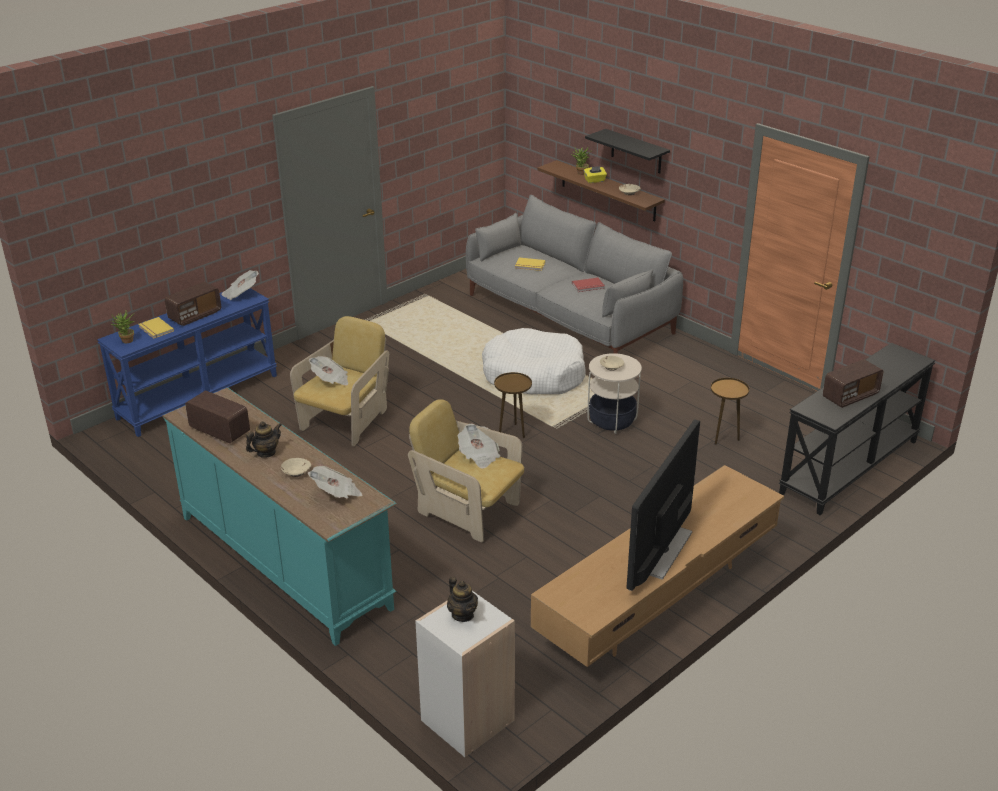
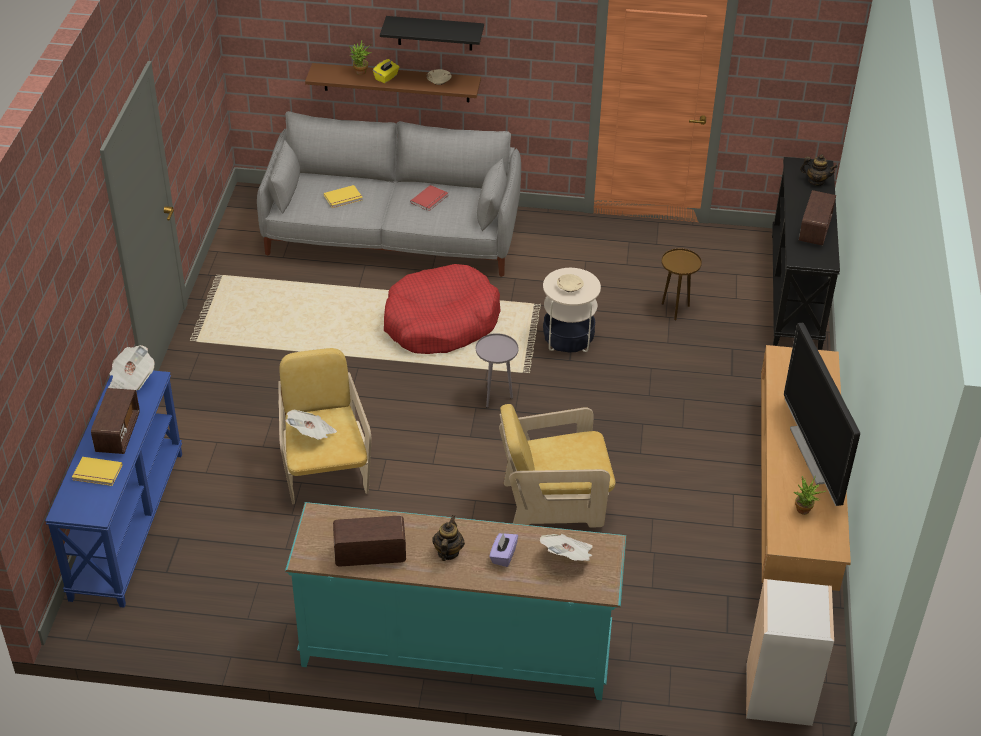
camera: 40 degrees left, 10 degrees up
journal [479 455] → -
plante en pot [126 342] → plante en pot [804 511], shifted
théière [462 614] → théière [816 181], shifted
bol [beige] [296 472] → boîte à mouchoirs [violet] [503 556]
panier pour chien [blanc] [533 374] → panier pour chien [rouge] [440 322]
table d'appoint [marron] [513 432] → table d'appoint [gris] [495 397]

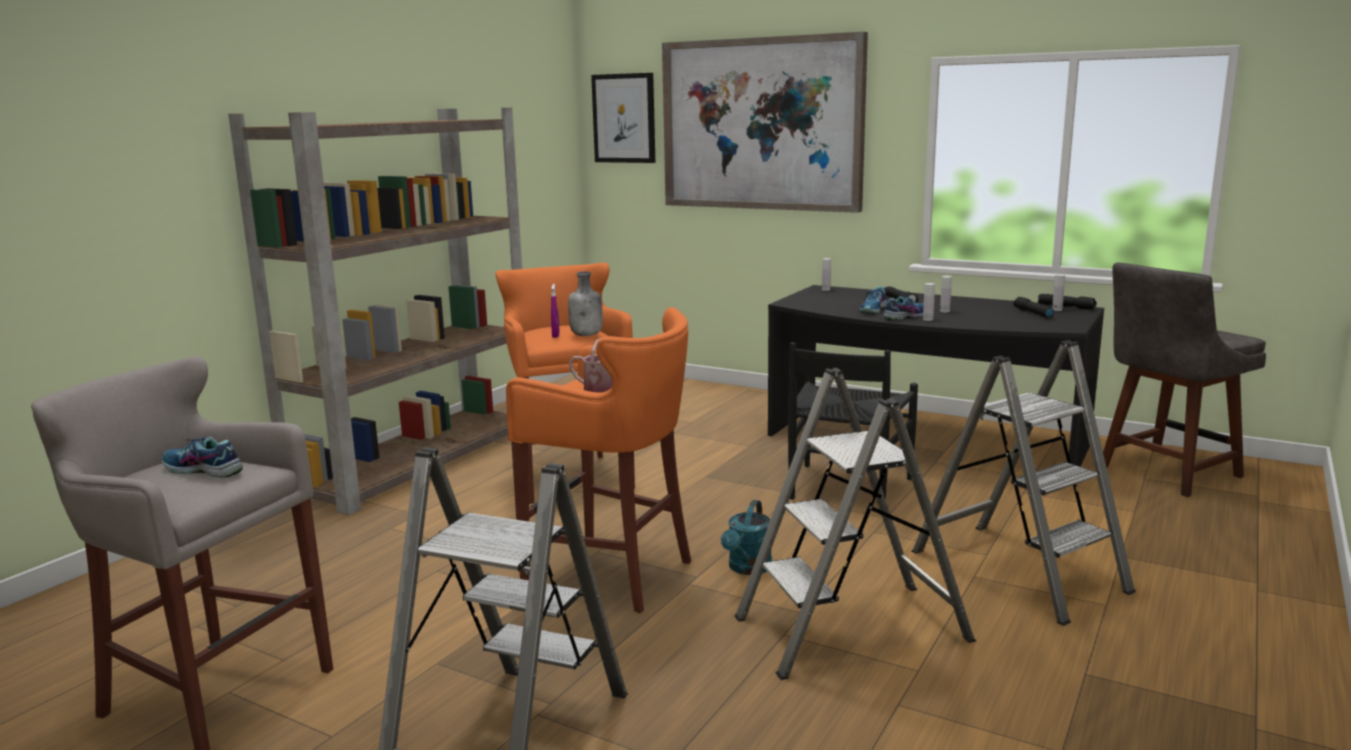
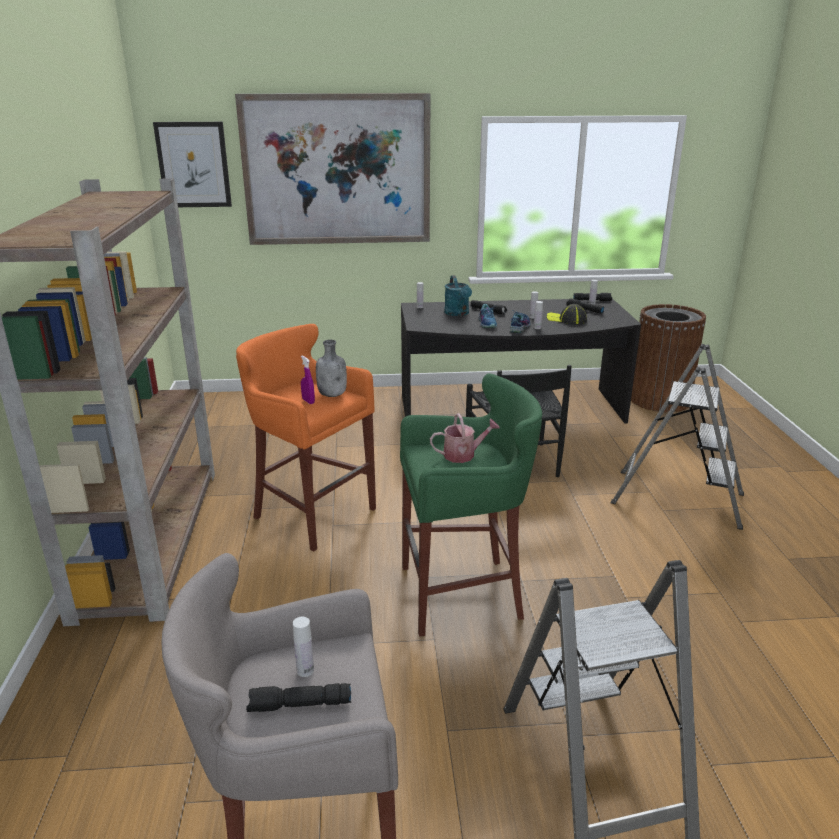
camera: 35 degrees left, 10 degrees up
escabeau [gris] [854 628] → -
- → lampe de poche [noir] [299 705]
- → casquette [566 320]
arrosoir [turquoise] [747 569] → arrosoir [turquoise] [458 313], shifted
chaussure [202 470] → bouteille [blanc] [305 670]
tabouret [gris] [1166 472] → poubelle [marron] [659 400]
tabouret [orange] [614 575] → tabouret [vert] [464 593]

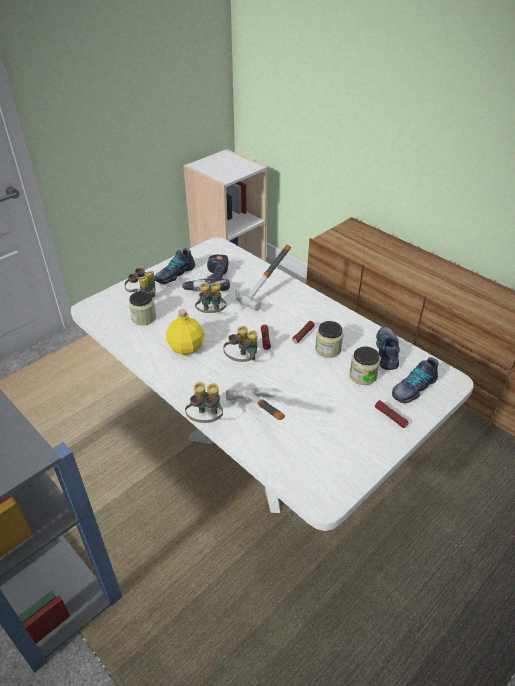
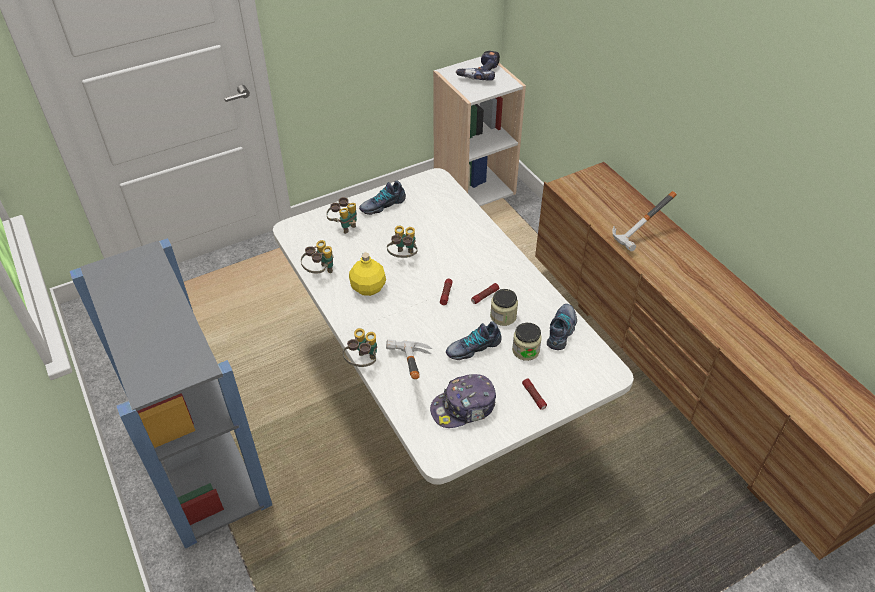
camera: 15 degrees right, 5 degrees up
bocal [144 318] → -
- → casquette [464 407]
perceuse [208 281] → perceuse [479 72], shifted
jumelles [242 361] → jumelles [320 272], shifted
marteau [267 298] → marteau [642 239], shifted
chaussure [413 388] → chaussure [473 347], shifted

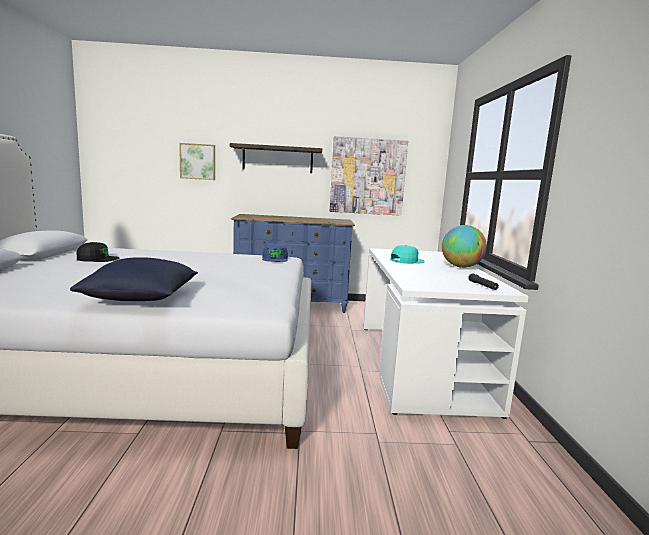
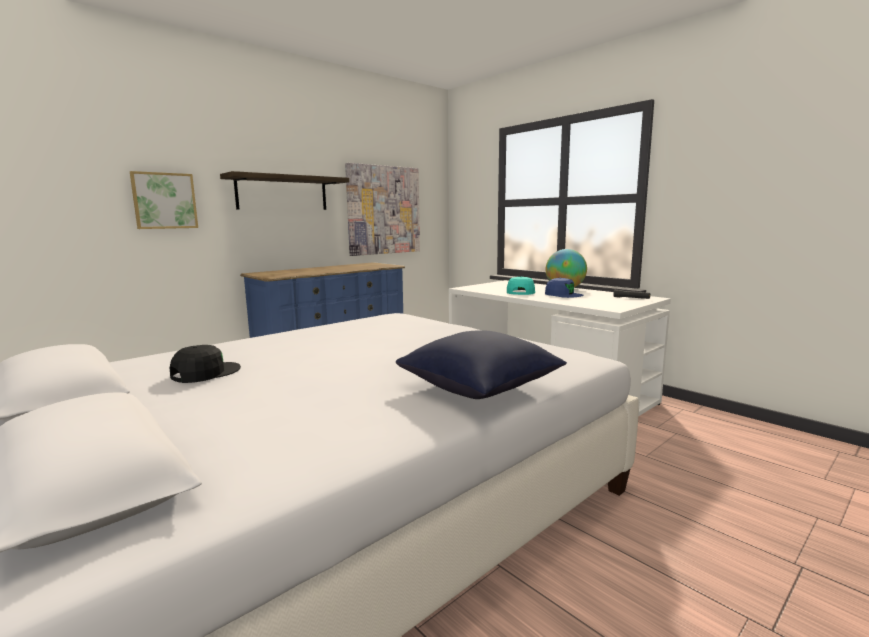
camera: 40 degrees left, 0 degrees up
casquette [bleu] [275 258] → casquette [bleu] [563 294], shifted

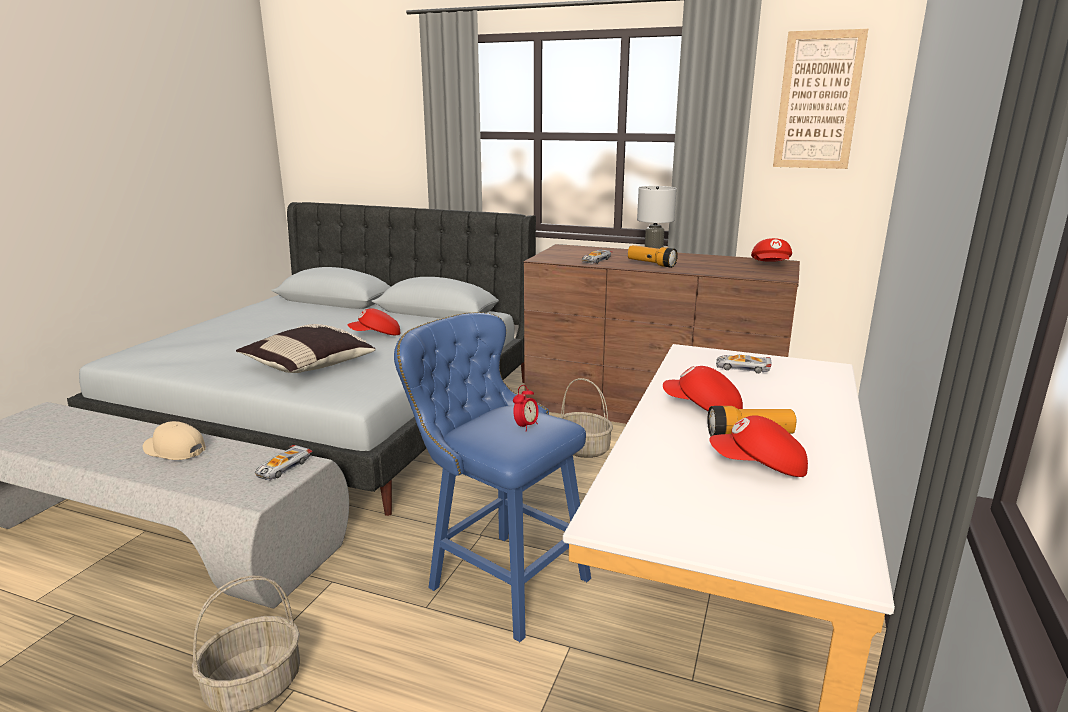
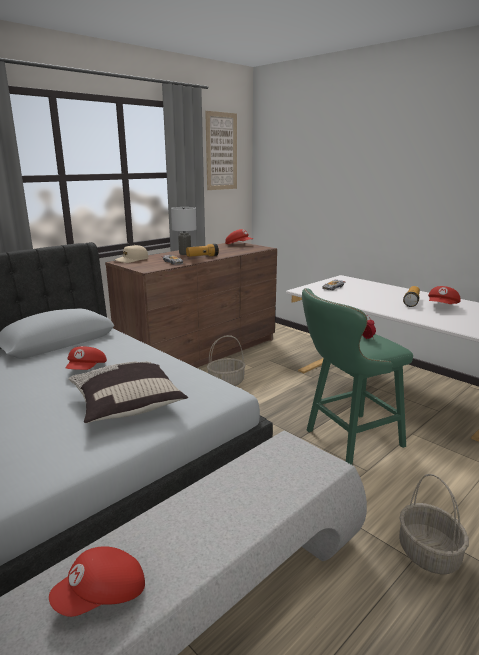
camera: 65 degrees left, 0 degrees up
petite voiture [283 467] → -
casquette [beige] [174 450] → casquette [beige] [132 260], shifted
casquette [rouge] [702 409] → casquette [rouge] [102 596], shifted
tabouret [bleu] [495 575] → tabouret [vert] [345 441]

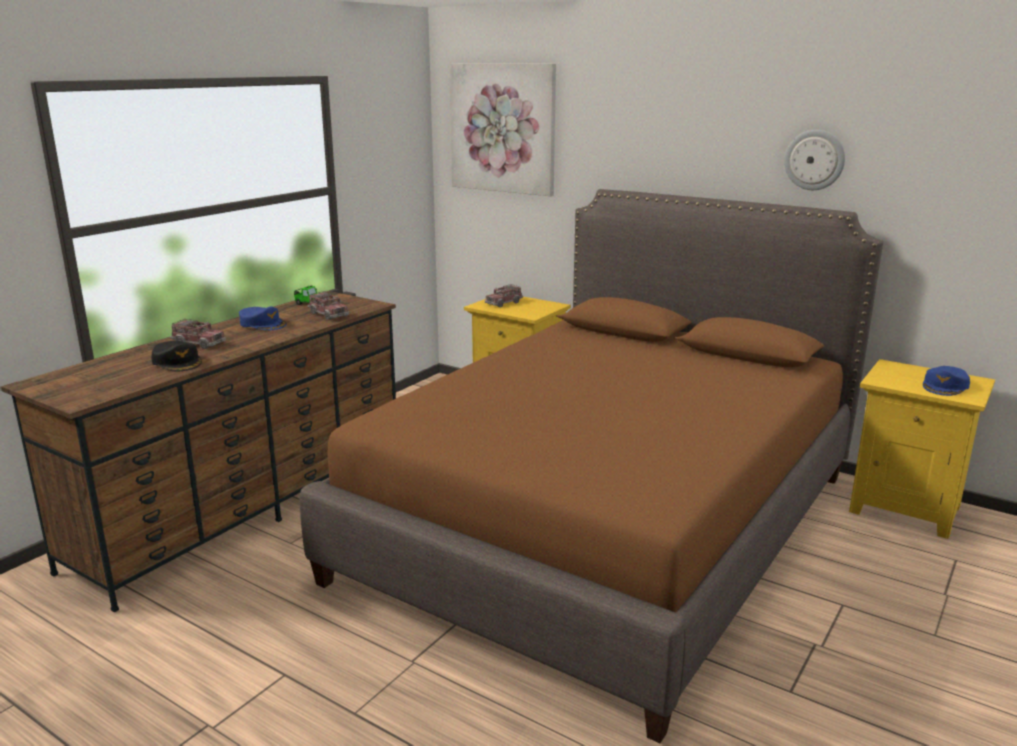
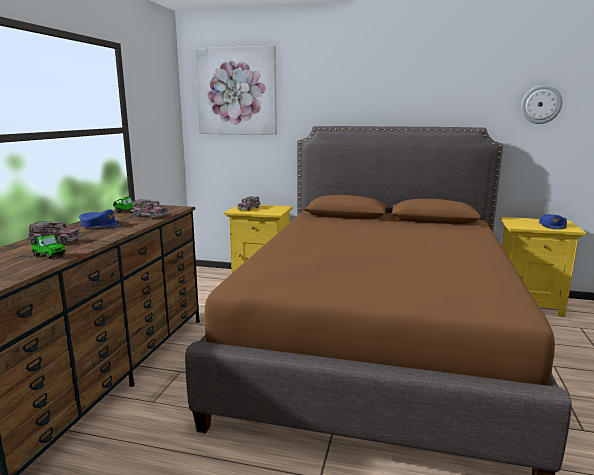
camera: 20 degrees left, 5 degrees down
horloge murale [814 160] → horloge murale [541 104], shifted
casquette [noir] [177 362] → petite voiture [48 255]

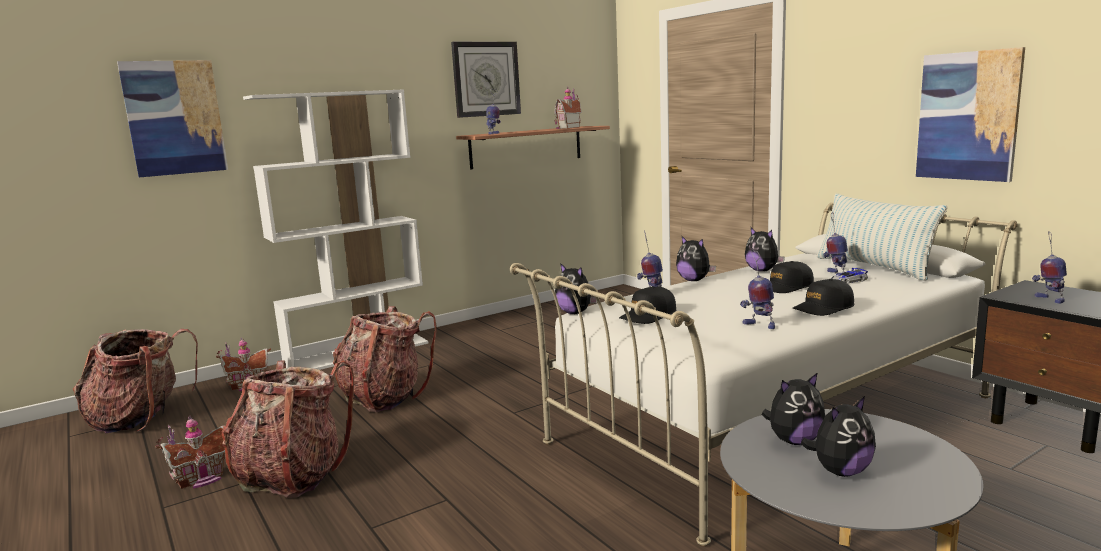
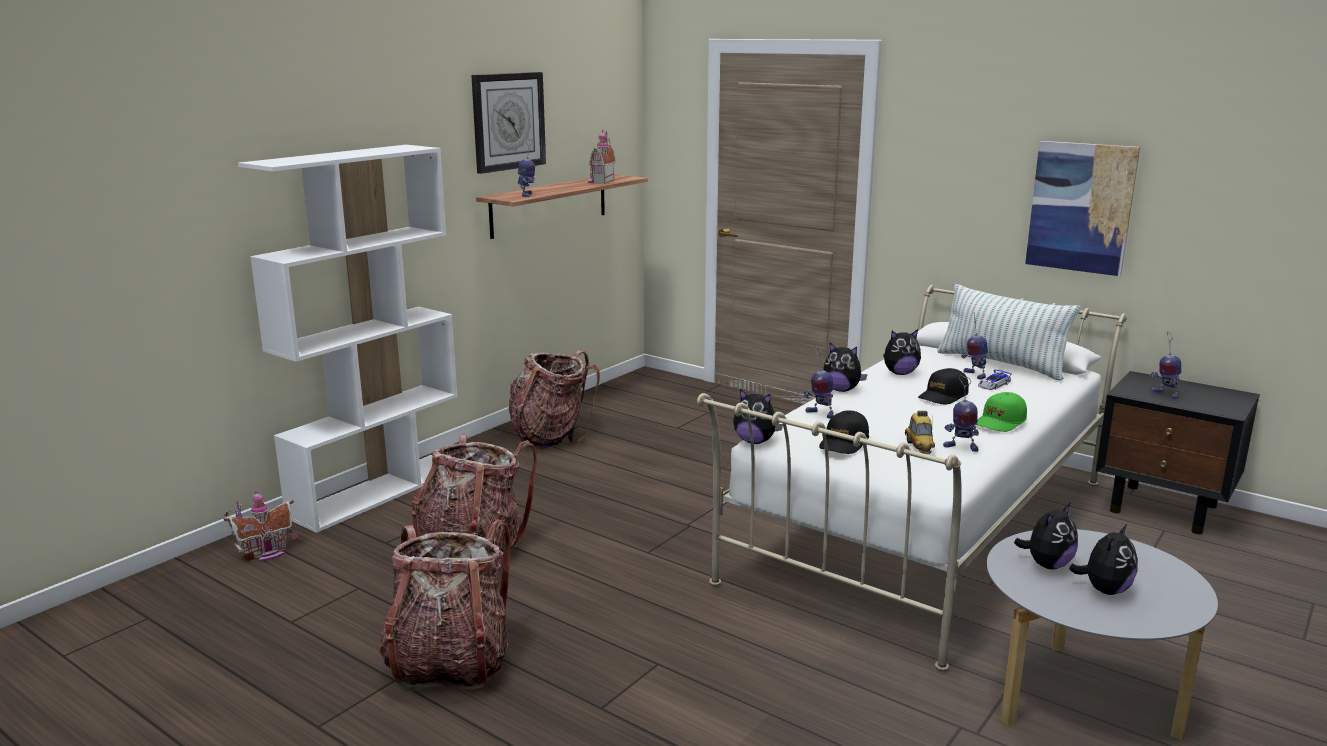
camera: 20 degrees left, 5 degrees up
tableau [174 118] → -
maison miniature [202 480] → -
- → petite voiture [919 447]
sac à dos [141 419] → sac à dos [550 436], shifted
casquette [noir] [823 308] → casquette [vert] [1000 422]
peluche [762 270] → peluche [900 373], 45 degrees counterclockwise

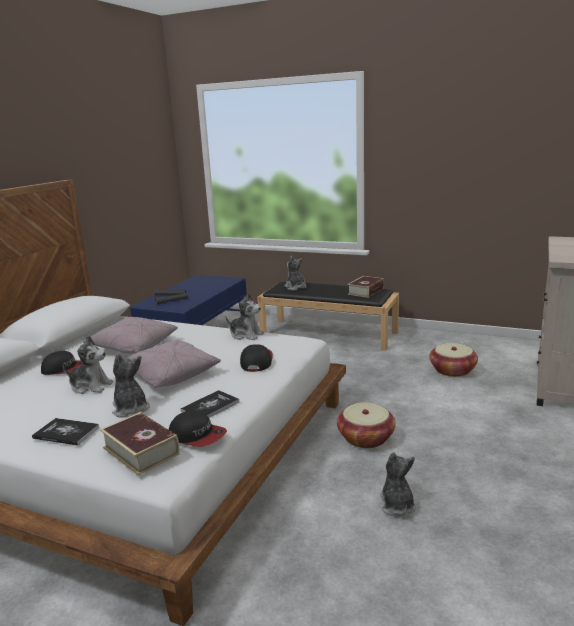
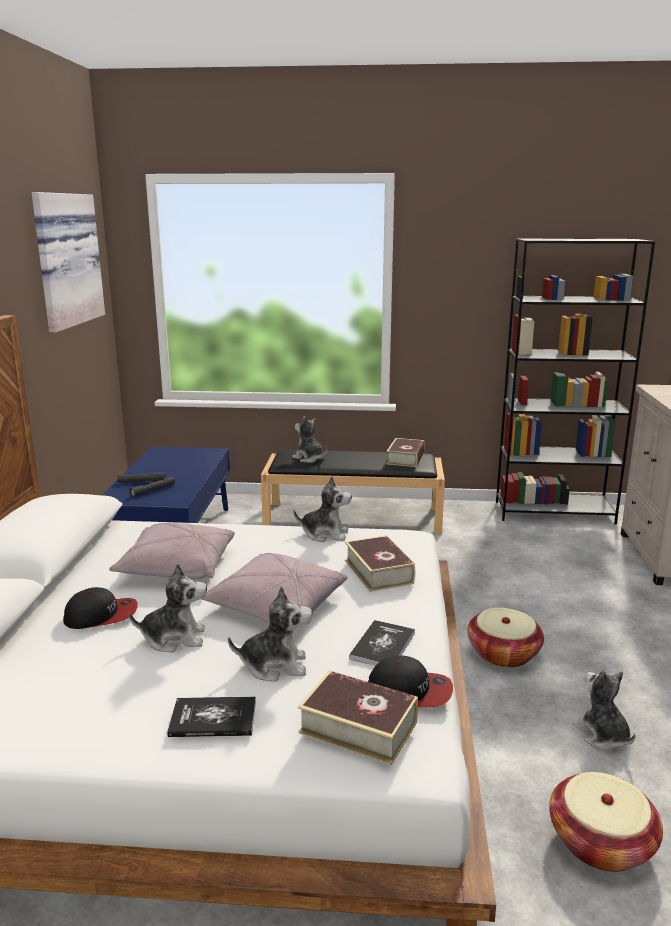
camera: 20 degrees left, 0 degrees up
- → tableau [64 260]
- → bibliothèque [gris] [554 512]
panier [452 370] → panier [600 842], shifted
casquette [256 361] → livre [378 571]
peluche [130 409] → peluche [274 666], 135 degrees clockwise

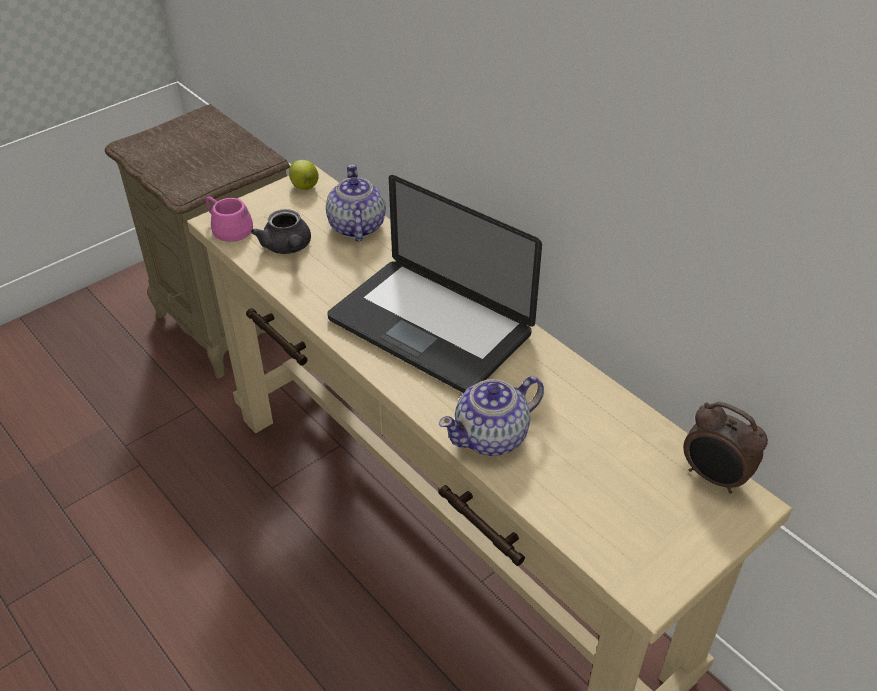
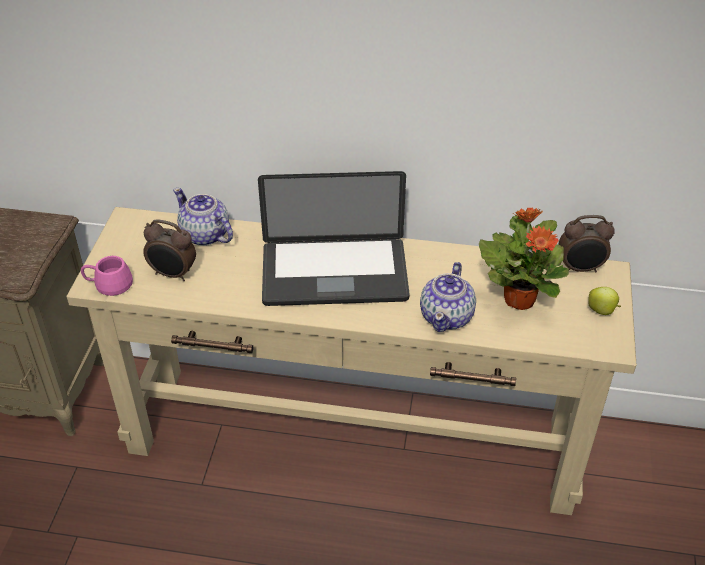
camera: 40 degrees left, 0 degrees up
- → plante en pot [519 298]
pomme [305 187] → pomme [602 311], shifted
théière [gris] [288 247] → réveil [173 274]

